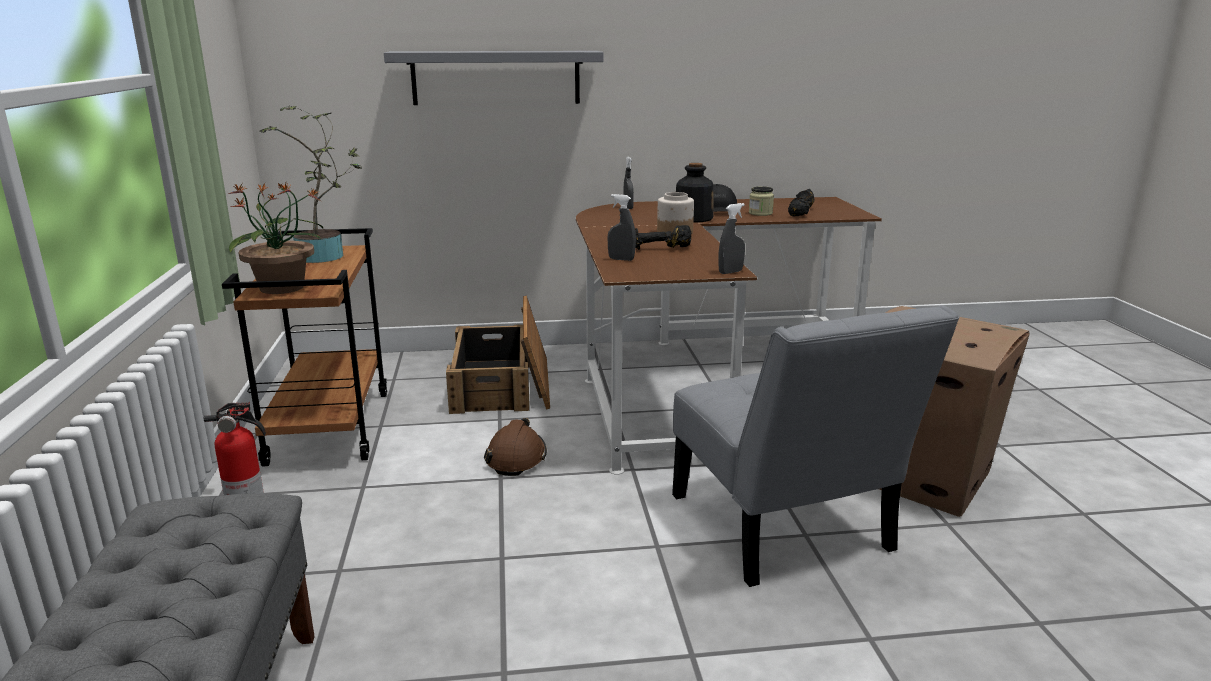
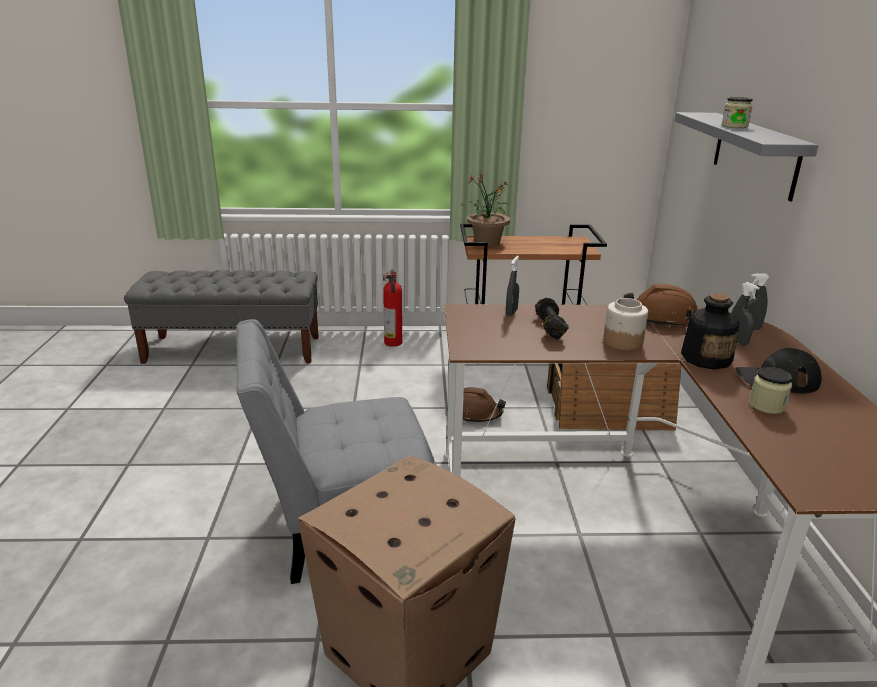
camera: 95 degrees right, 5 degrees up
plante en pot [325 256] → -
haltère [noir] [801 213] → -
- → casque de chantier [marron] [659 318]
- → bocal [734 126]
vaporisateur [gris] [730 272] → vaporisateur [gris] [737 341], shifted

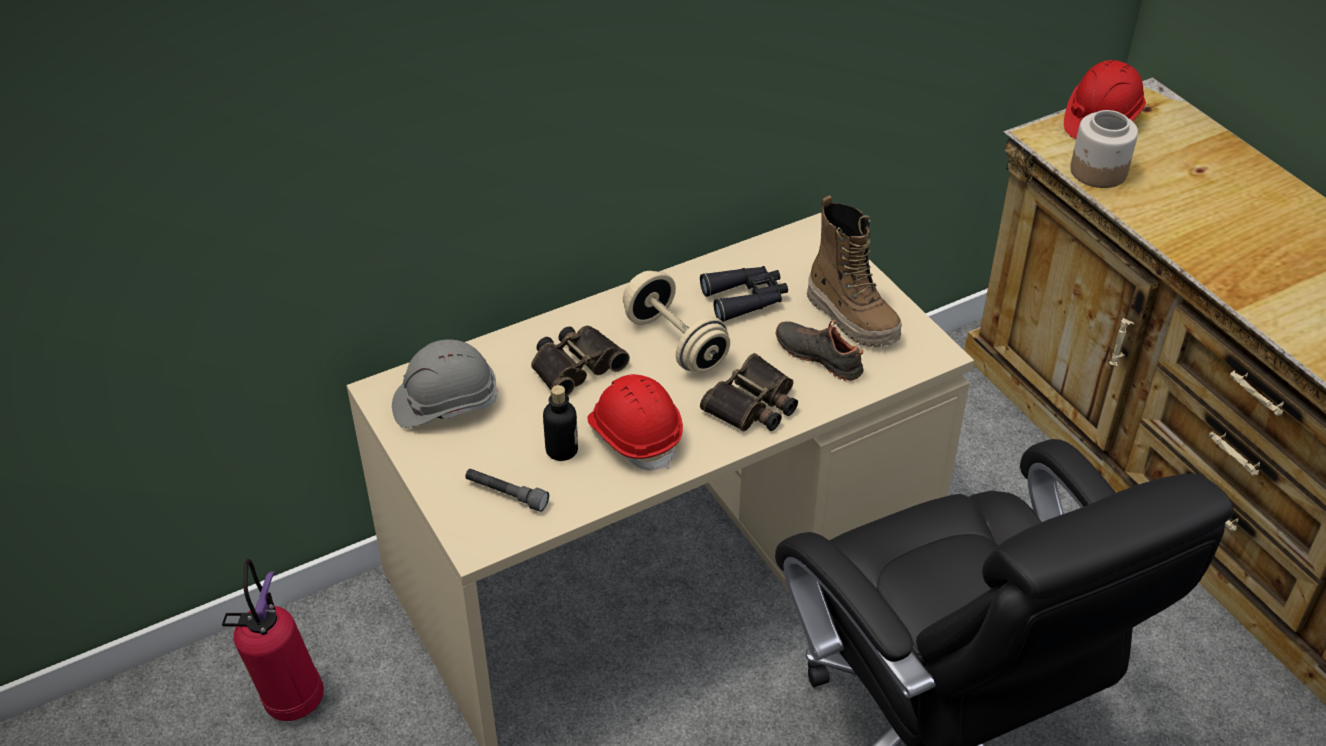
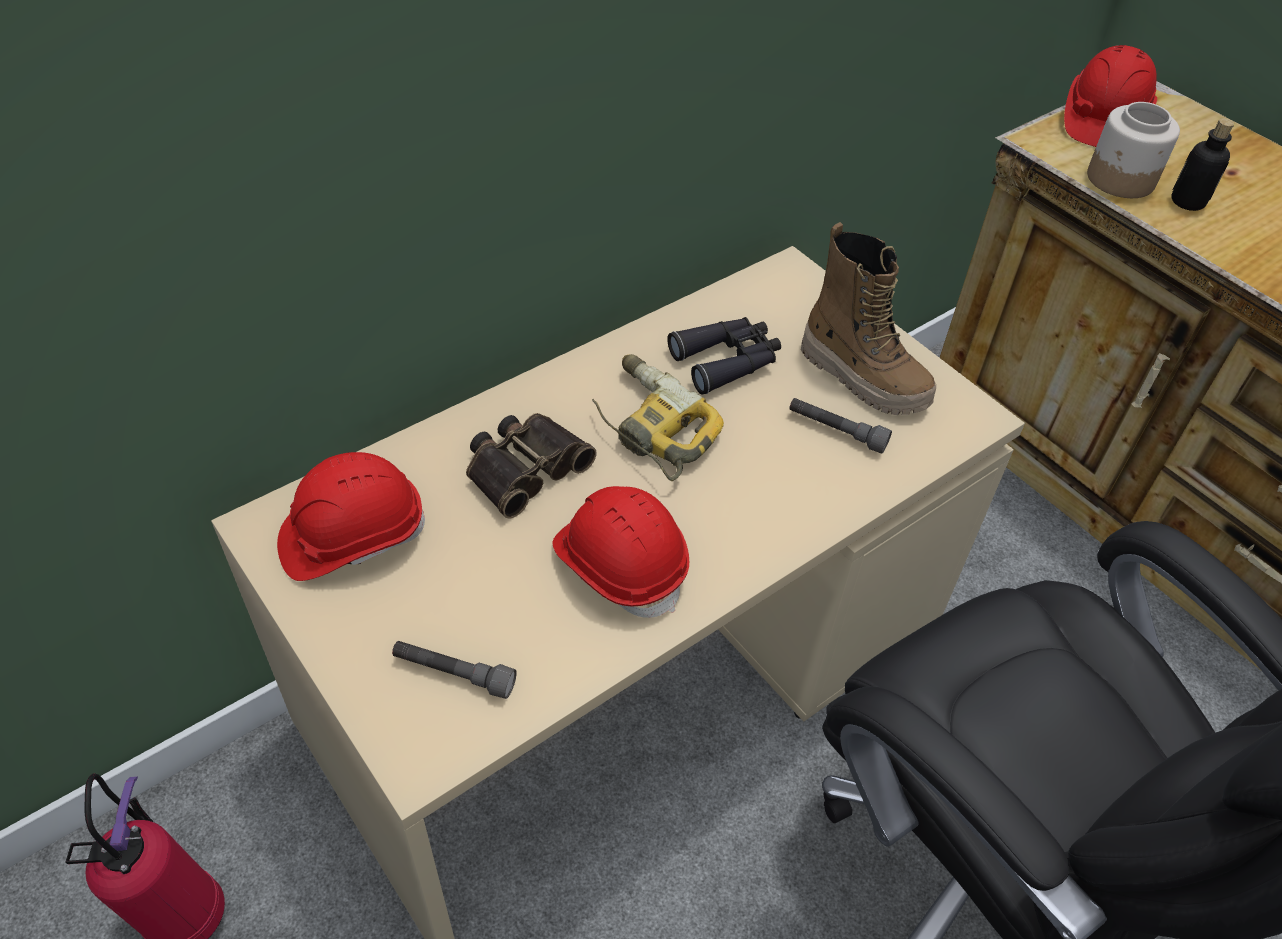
camera: 10 degrees left, 5 degrees up
jumelles [753 405] → -
bouteille [562 450] → bouteille [1187 201], shifted
haltère [beige] [675 343] → perceuse [650 426]
chaussure [noir] [820 356] → lampe de poche [gris] [836 431]
casque de chantier [gris] [445 403] → casque de chantier [rouge] [352 537]

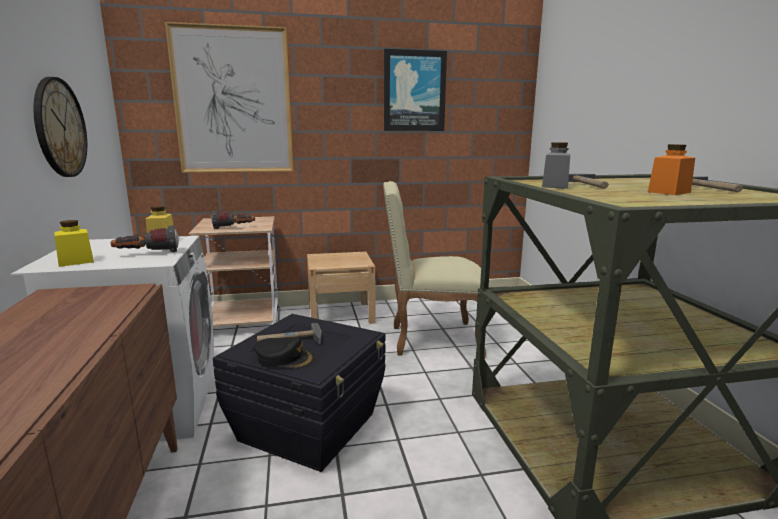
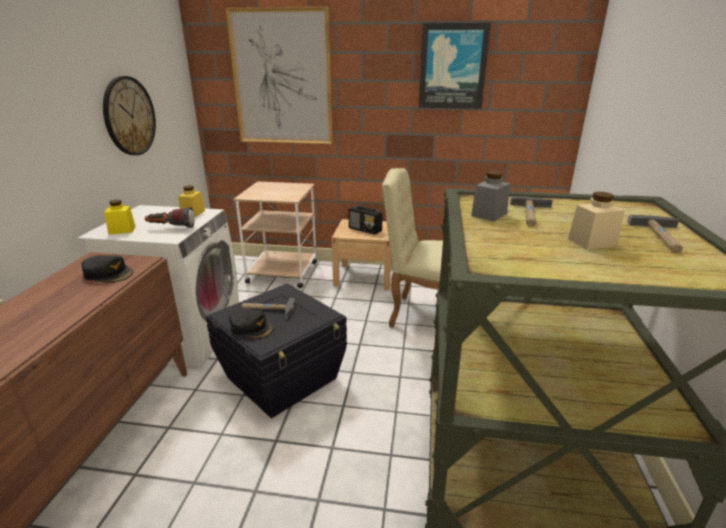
camera: 20 degrees right, 10 degrees up
lampe de poche [234 228] → -
- → casquette [noir] [108 273]
- → radio [365 230]
bocal [orange] [669 192] → bocal [beige] [592 242]

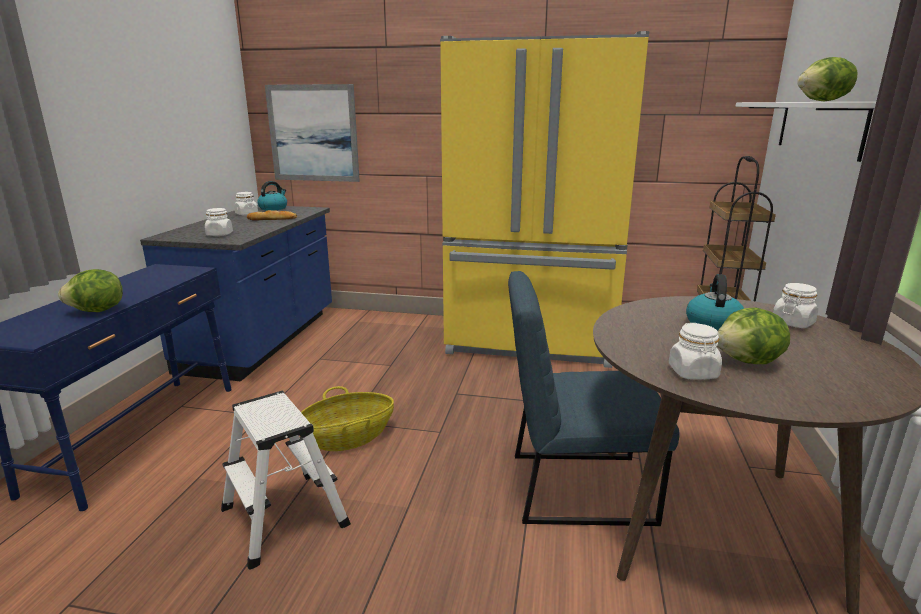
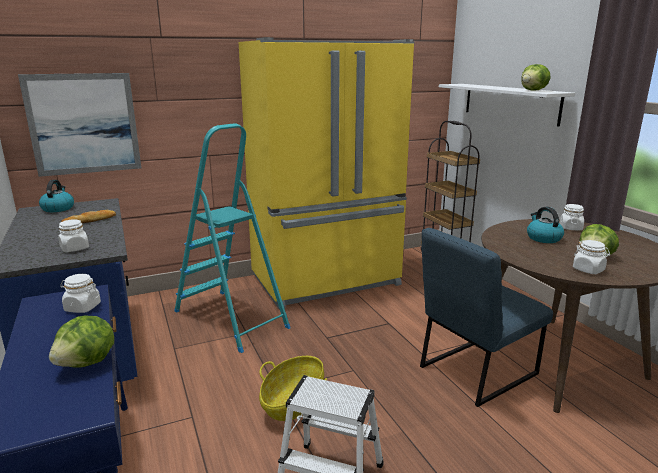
camera: 35 degrees left, 0 degrees up
- → escabeau [turquoise] [229 319]
bocal [blanc] [246 214] → bocal [blanc] [82 307], shifted

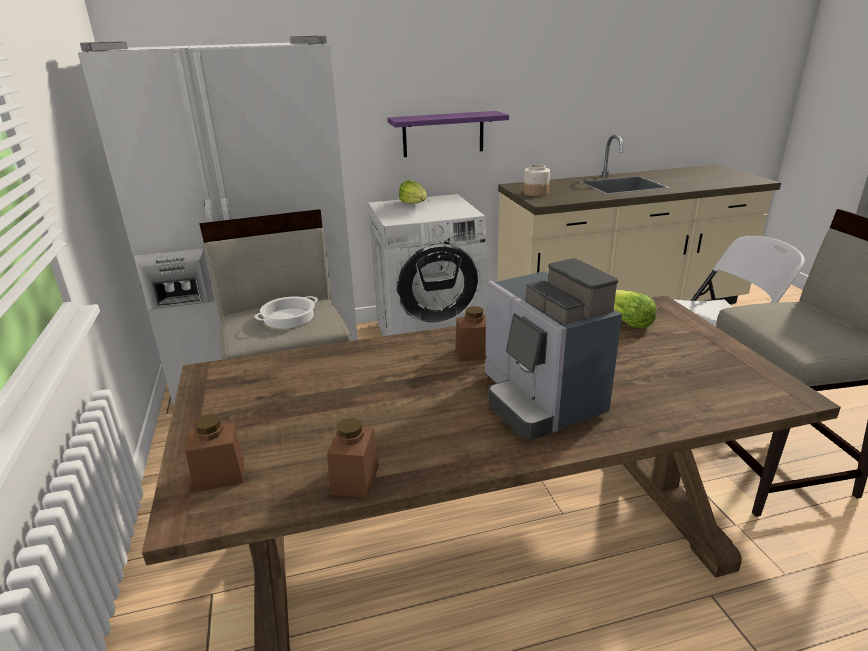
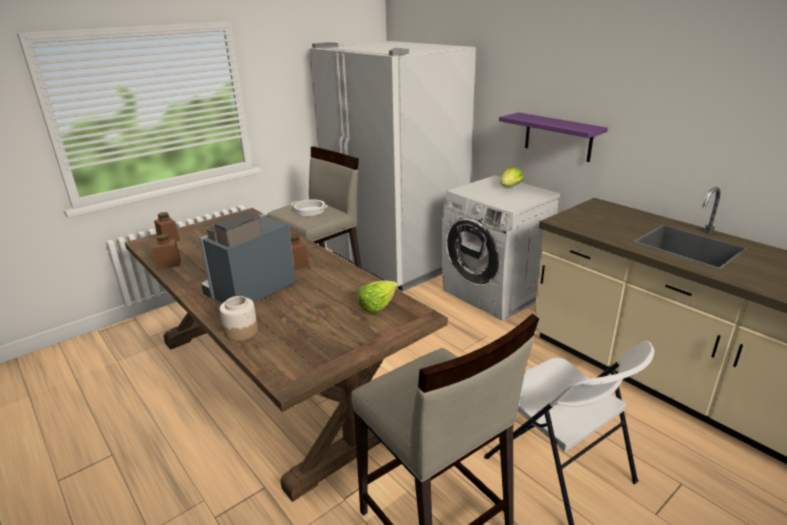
camera: 65 degrees right, 0 degrees up
bocal [535 193] → bocal [241 331], shifted

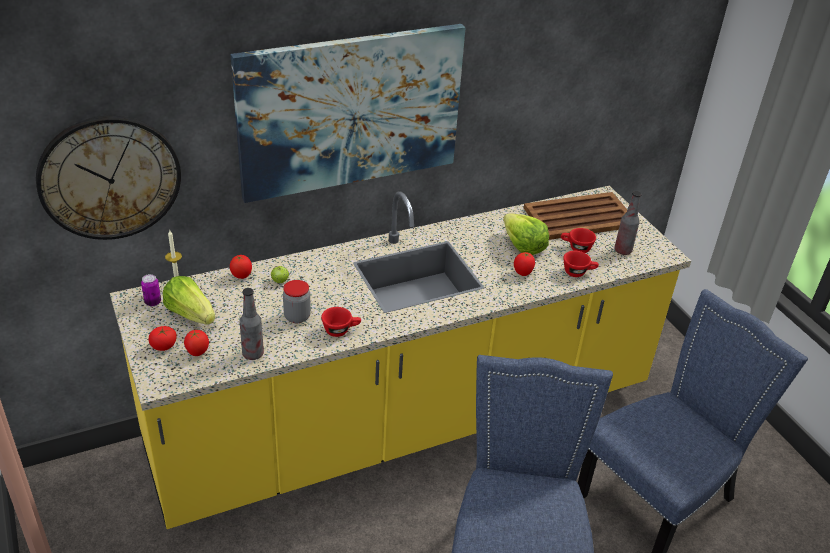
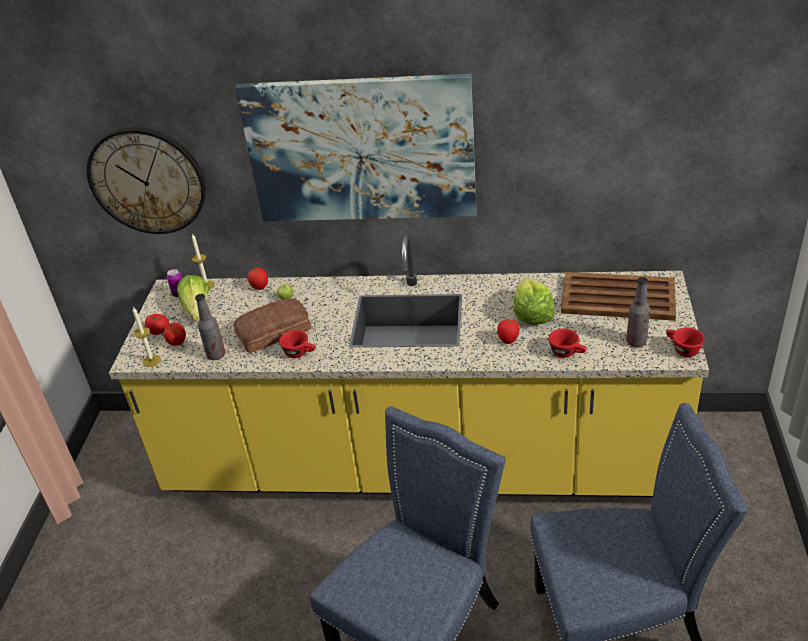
camera: 35 degrees right, 0 degrees up
- → bougie [151 361]
tasse [rouge] [576 248] → tasse [rouge] [682 349], shifted
bocal [297 317] → pain [275 332]

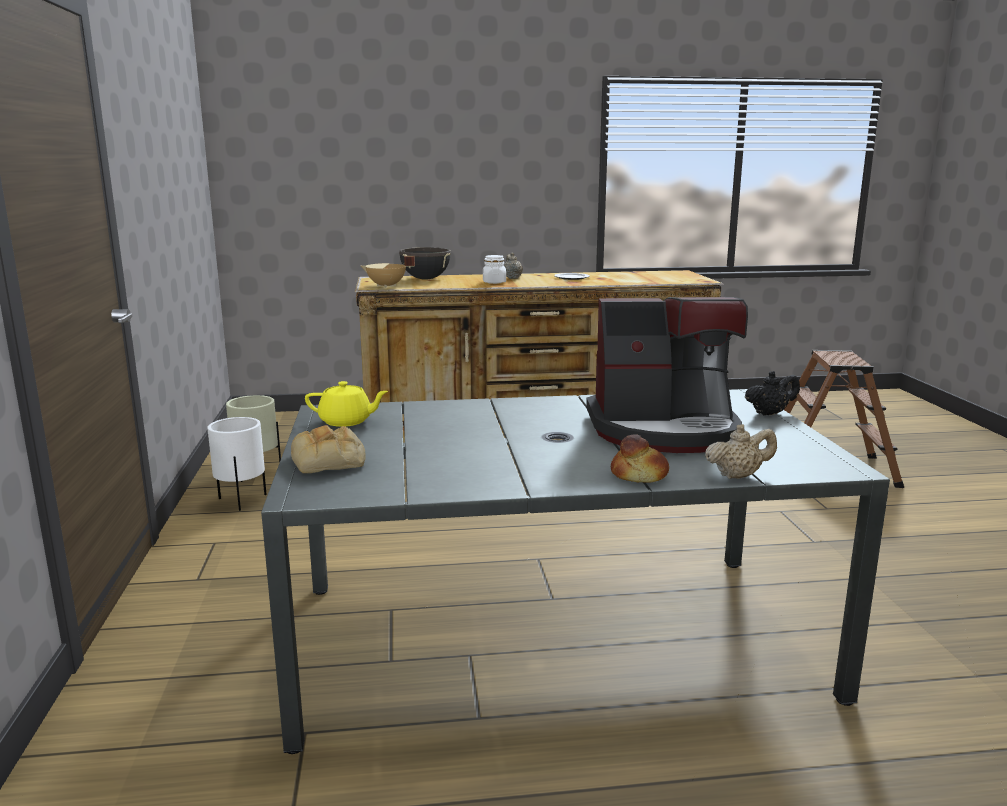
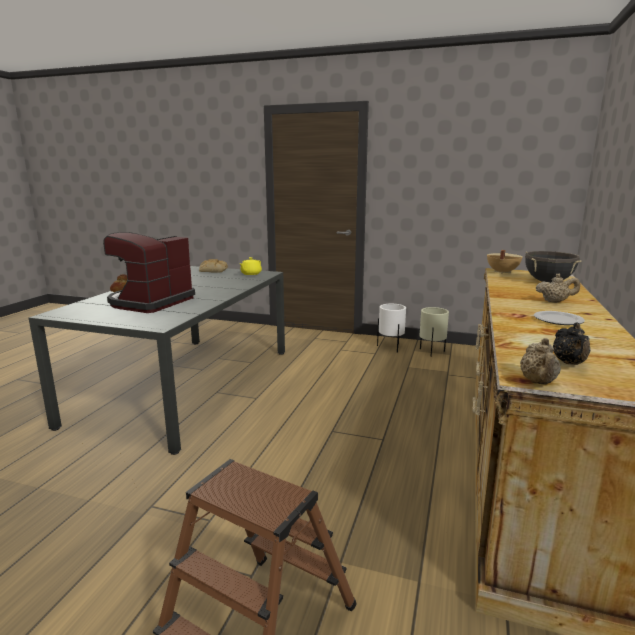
camera: 115 degrees right, 0 degrees up
bocal [blanc] [494 282] → -
théière [beige] [738 476] → théière [beige] [538 382], shifted
théière [noir] [769 413] → théière [noir] [570 363], shifted

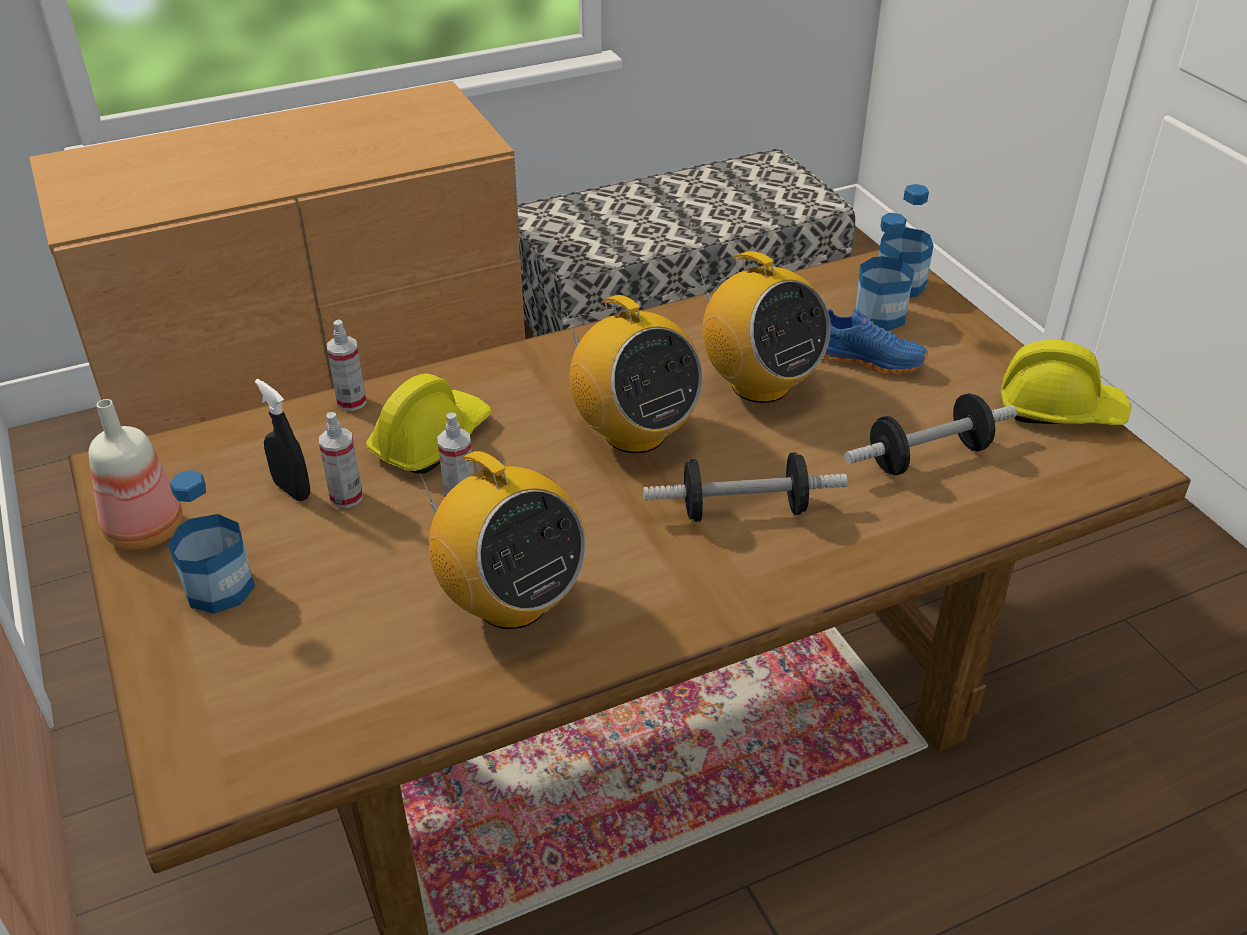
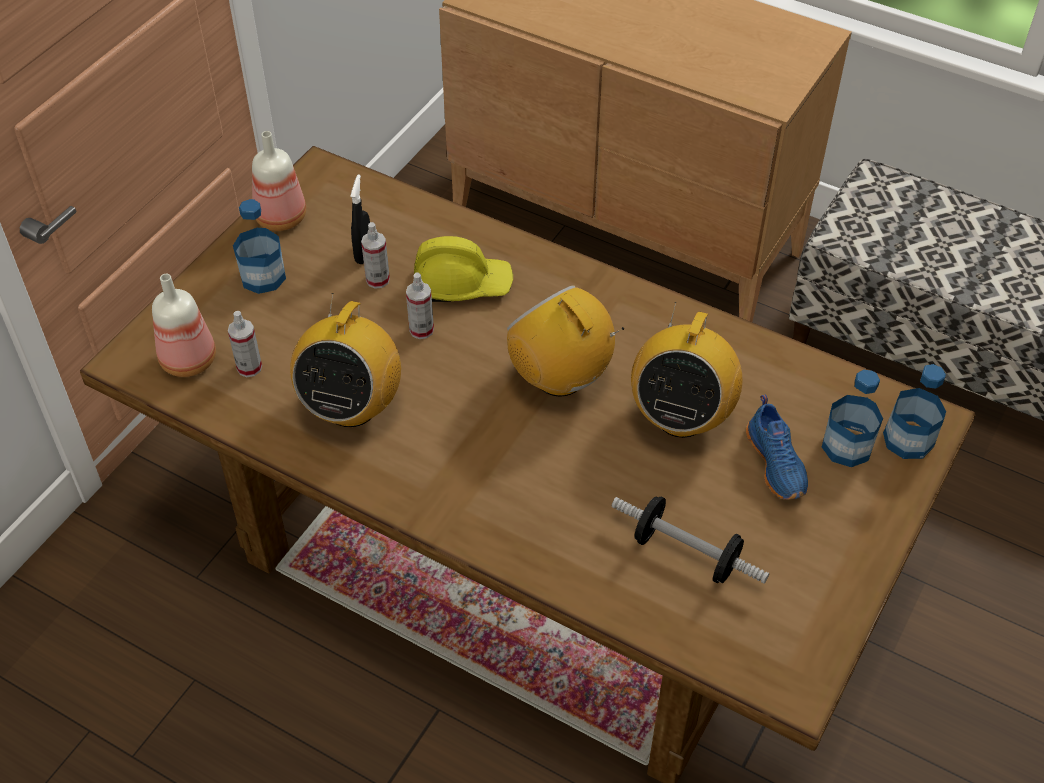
camera: 55 degrees right, 10 degrees up
haltère [743 510] → -
casque de chantier [jaune] [1059 409] → -
- → bouteille [190 360]
vaporisateur [351 402] → vaporisateur [249 367], shifted
radio [634 433] → radio [560 377], 120 degrees clockwise

